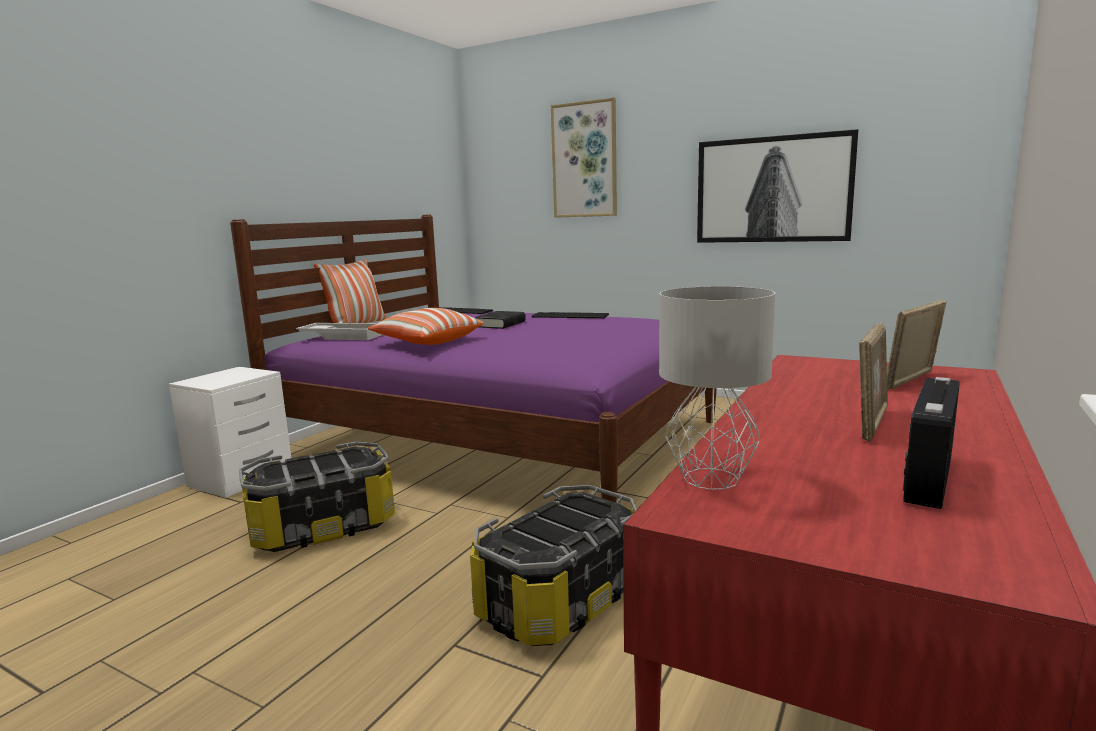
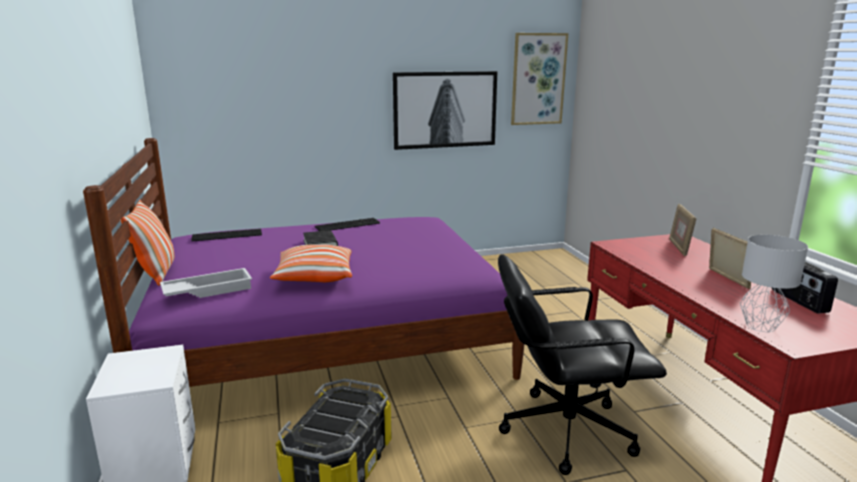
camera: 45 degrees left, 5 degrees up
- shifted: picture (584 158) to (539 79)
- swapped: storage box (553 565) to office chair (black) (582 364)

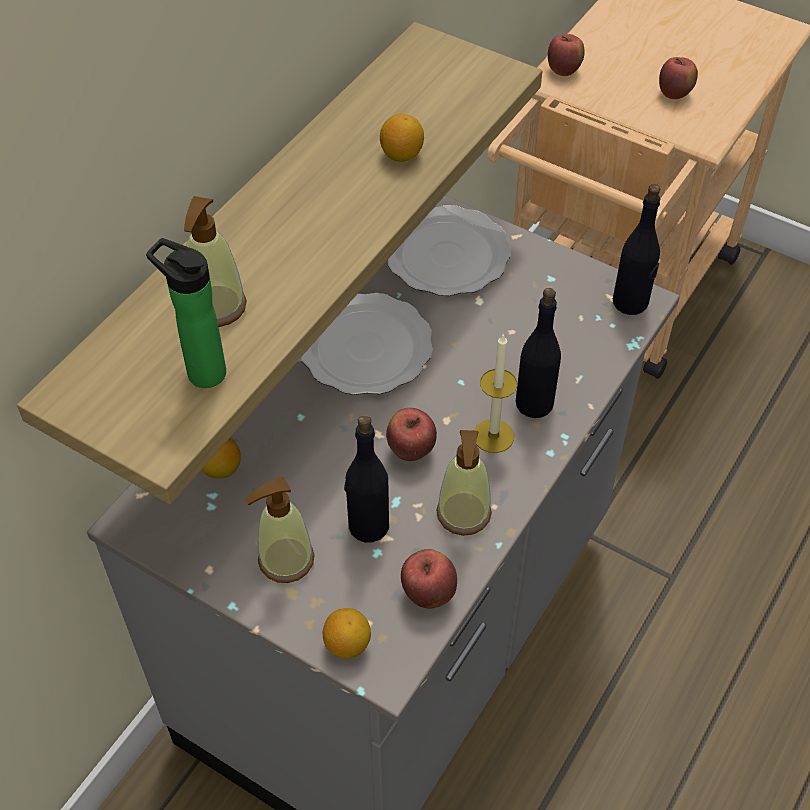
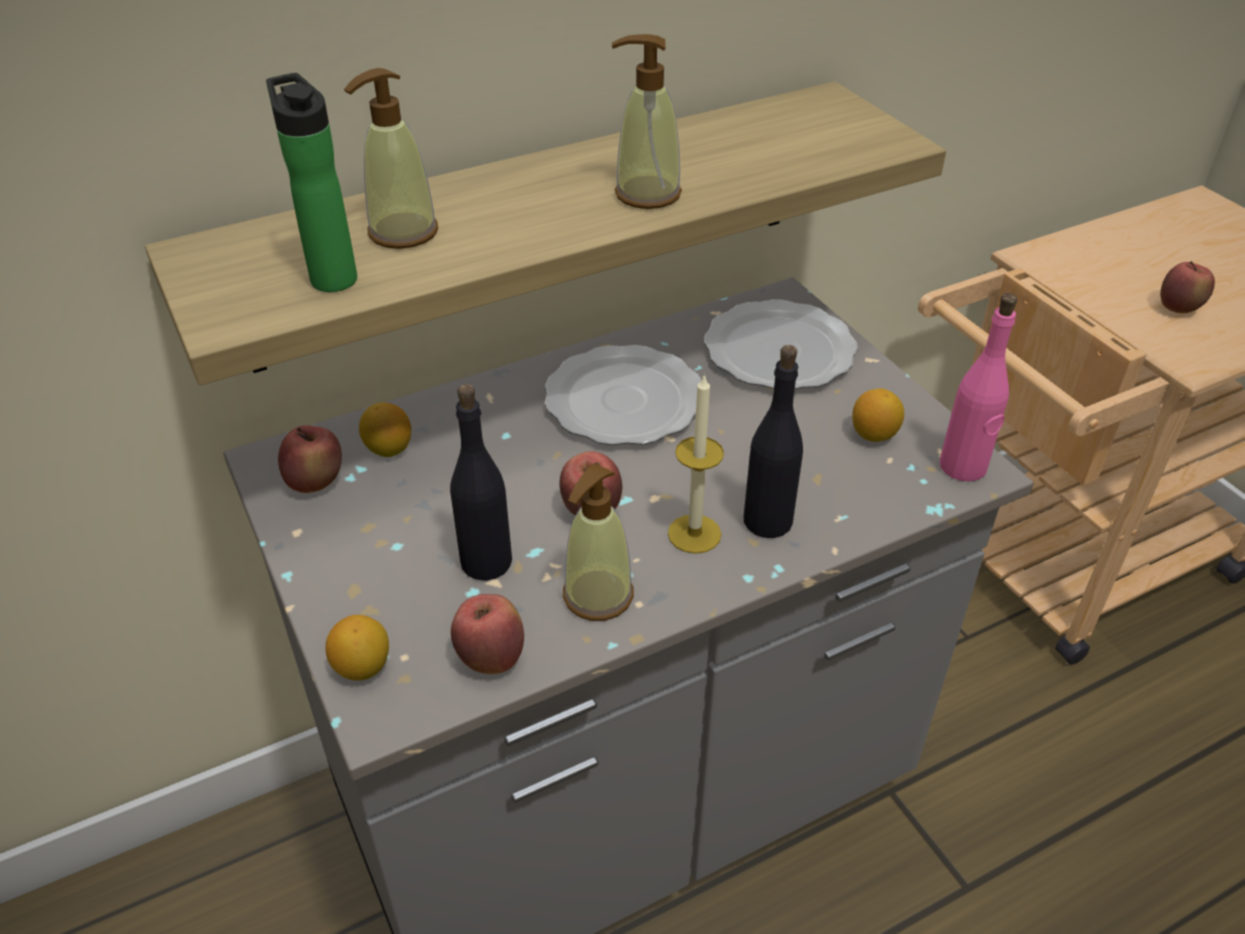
camera: 30 degrees right, 10 degrees down
- shifted: soap dispenser (280 530) to (647 121)
- shifted: lemon (402 138) to (878 415)
- shifted: apple (566 55) to (310 459)
- repainted: bottle (black) (636 249) to bottle (pink) (979 387)

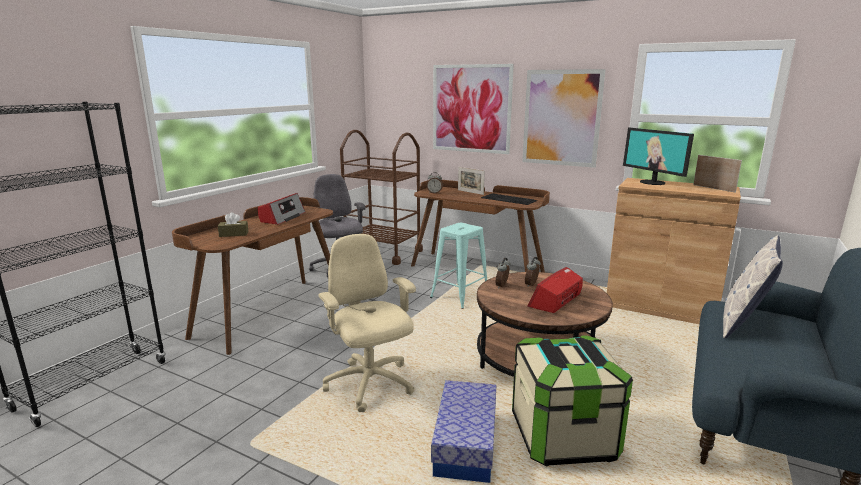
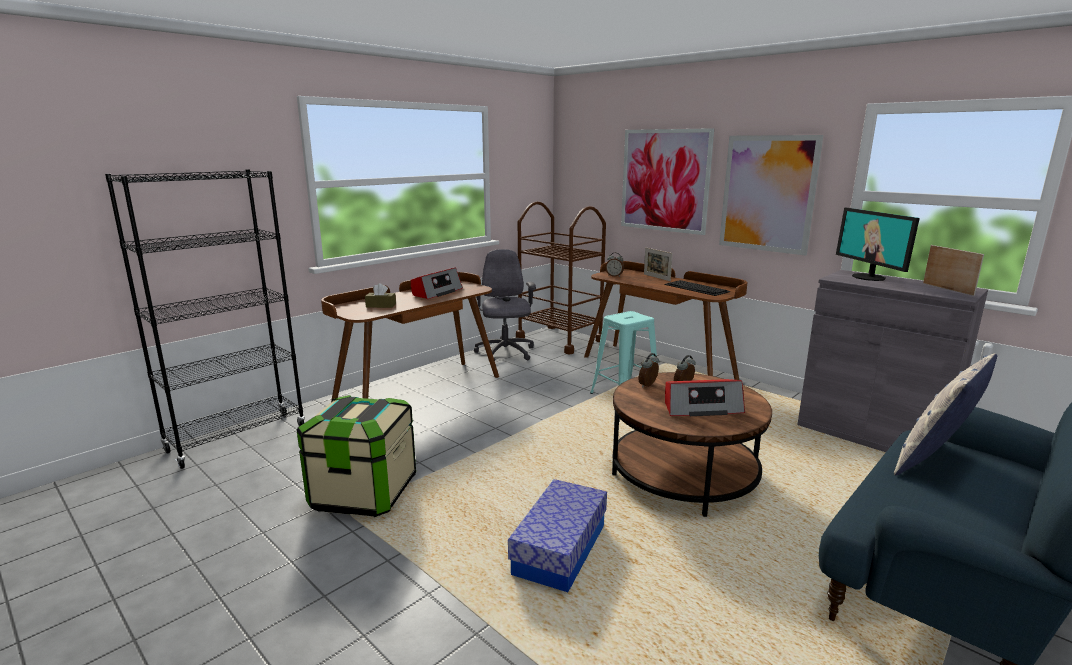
camera: 15 degrees right, 0 degrees up
- gone: office chair (beige) (367 323)
- shifted: storage box (572 401) to (356 456)
- repainted: cabinet (brown) (674 251) to cabinet (grey) (892 361)
- rotated: radio (555 290) = (705 397) 150 degrees counterclockwise

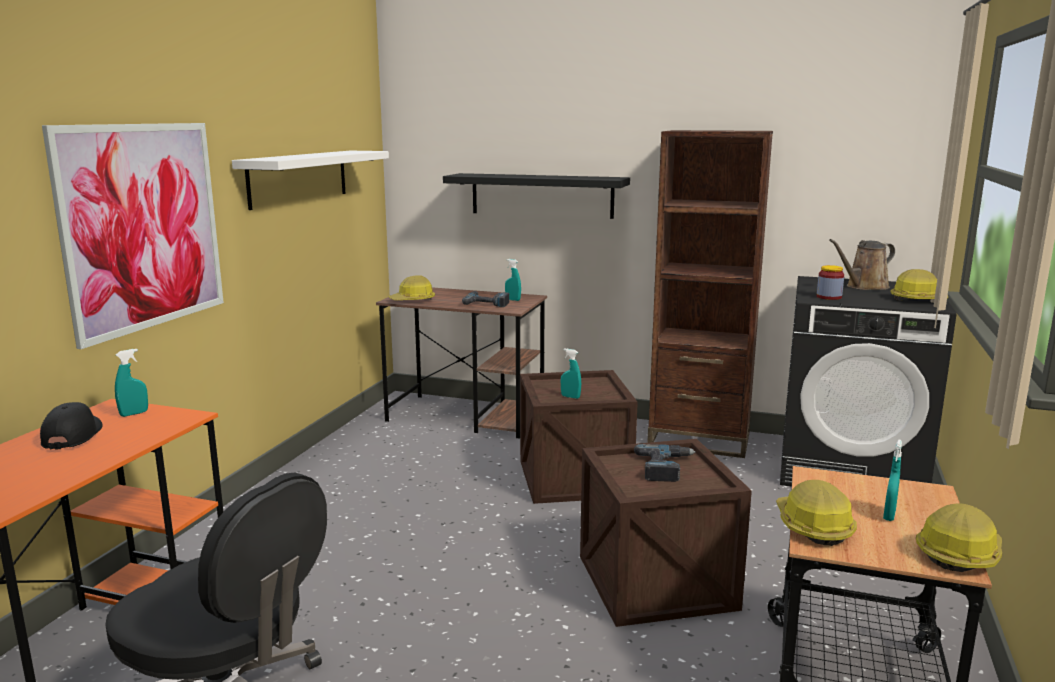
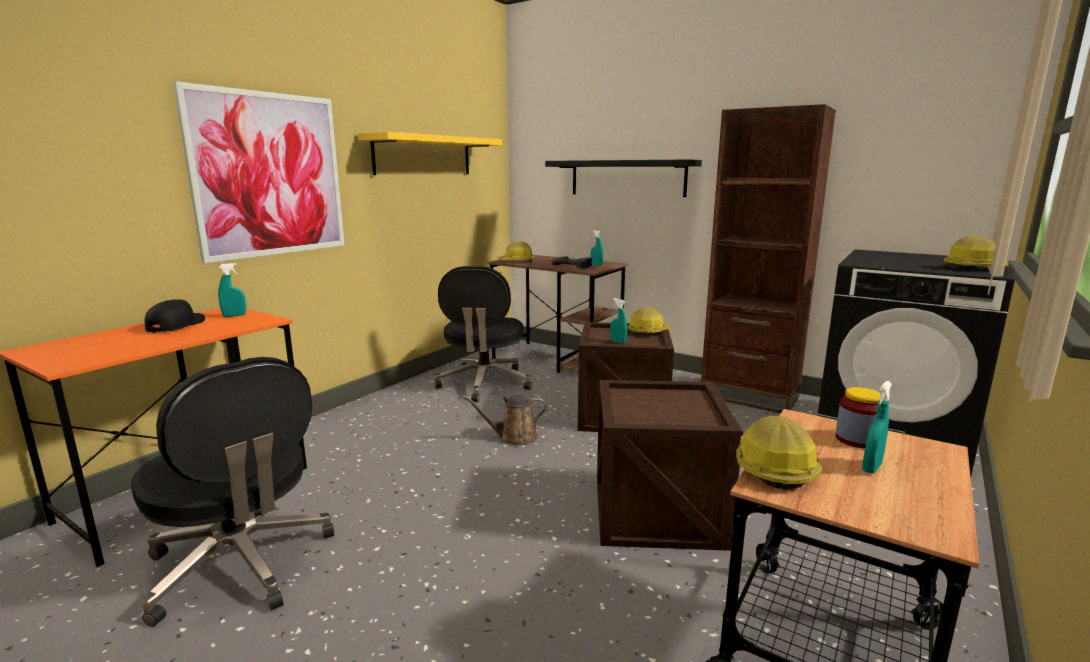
camera: 15 degrees right, 0 degrees up
- gone: power drill (665 463)
- new: office chair (black) (483 334)
- shifted: jar (830 282) to (858 417)
- shifted: watering can (brown) (862 264) to (504 420)
- shifted: hard hat (959 537) to (650 322)
- repainted: shelf (white) (310 180) to shelf (yellow) (430 153)

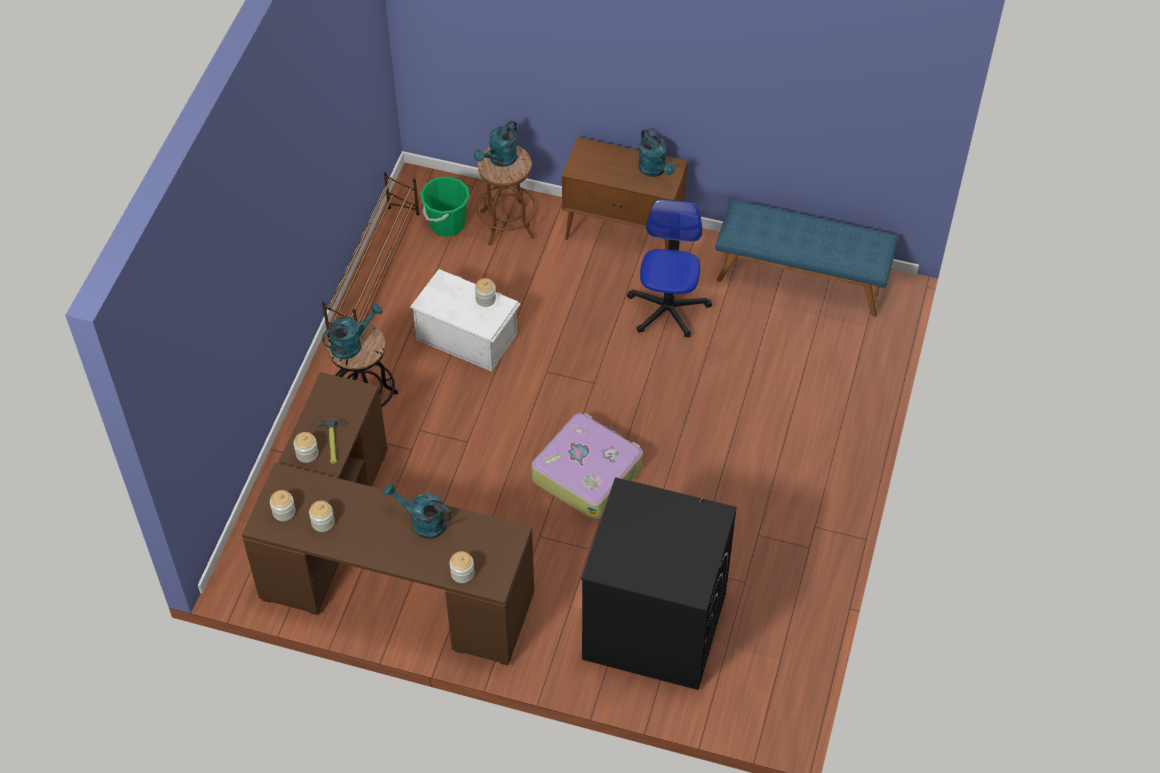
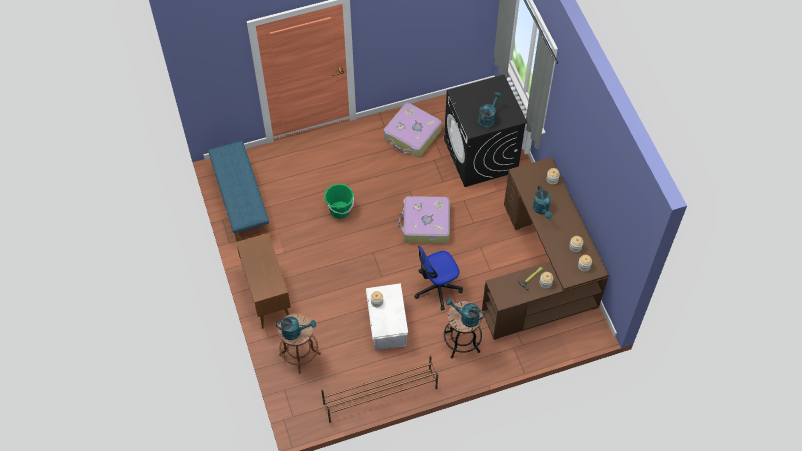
camera: 125 degrees left, 5 degrees up
- new: suitcase (413 130)
- shifted: bucket (green) (444 206) to (339 201)
- shifted: office chair (669 268) to (438 278)
- shifted: watering can (turquoise) (657 153) to (489 110)

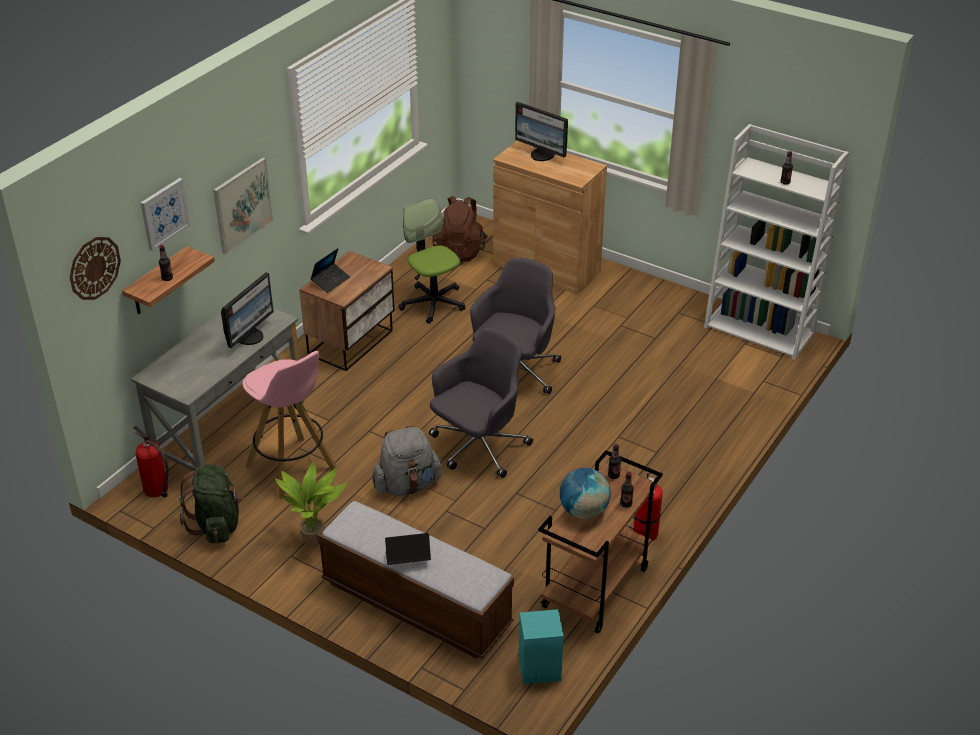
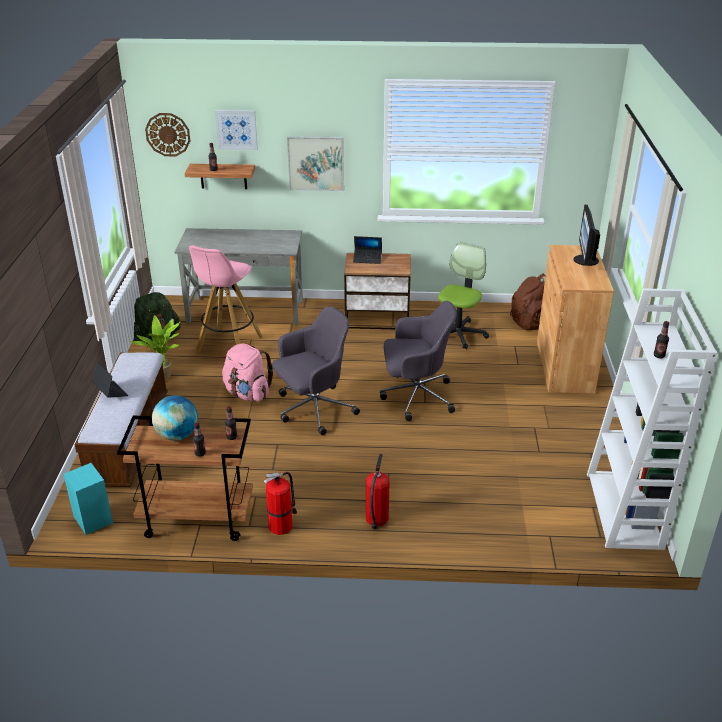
camera: 60 degrees right, 5 degrees down
- gone: monitor (247 310)
- shifted: fire extinguisher (151 461) to (377 492)
- repainted: backpack (grey) (407 460) to backpack (pink) (247 372)
- rotated: office chair (grey) (481 403) = (316 370) 45 degrees counterclockwise

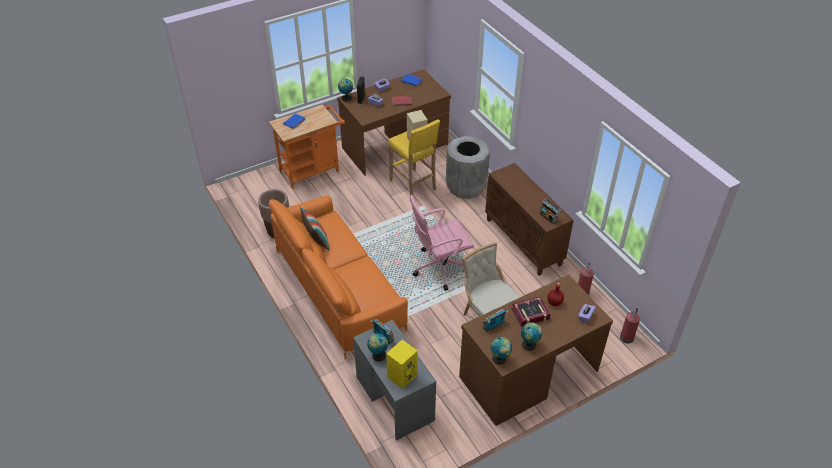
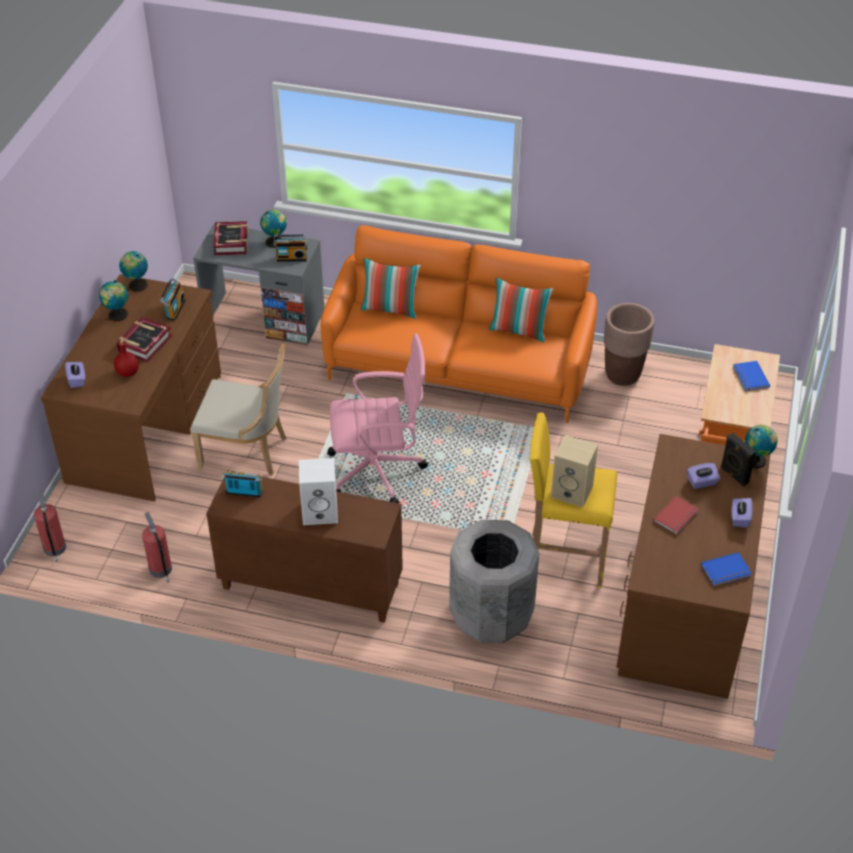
camera: 135 degrees right, 0 degrees up
- new: speaker (white) (318 491)
- new: pillow (391 288)
- swapped: speaker (yellow) (402 364) to book (230 238)
- rotated: office chair (pink) (442 243) = (377 418) 60 degrees clockwise

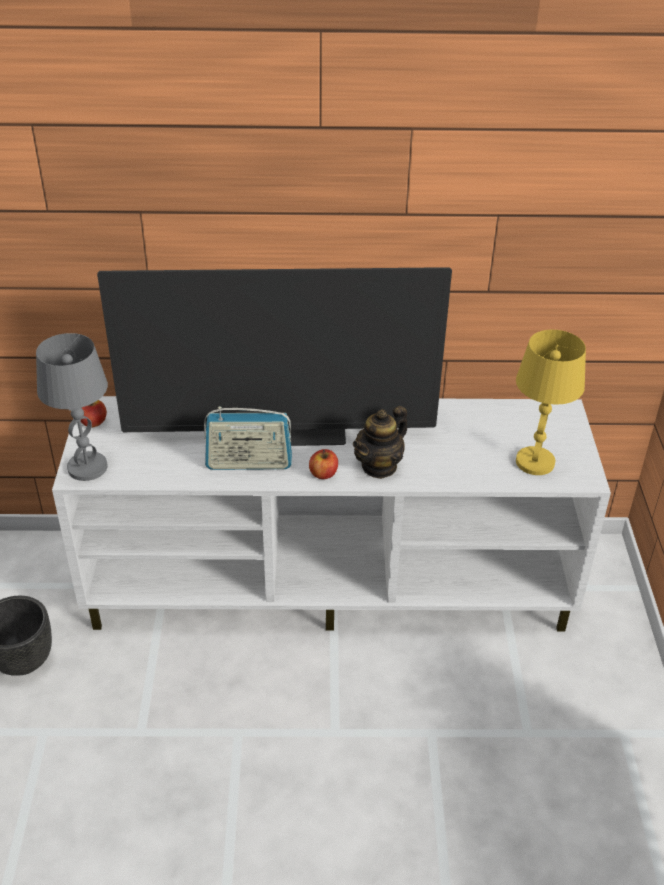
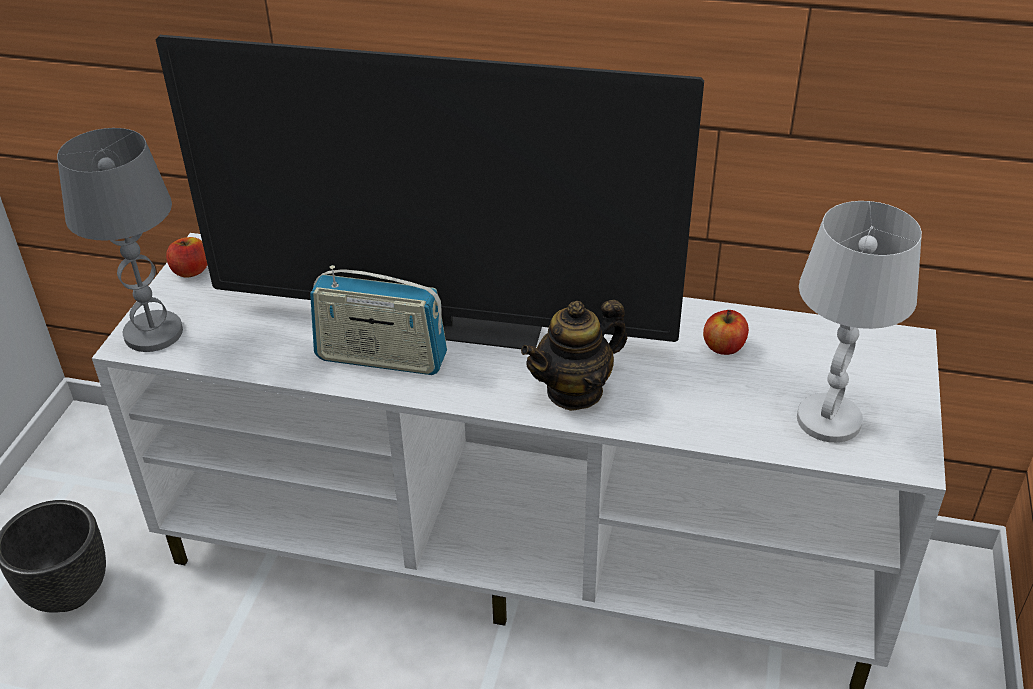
camera: 15 degrees right, 0 degrees up
- shifted: apple (323 464) to (726 332)
- repainted: table lamp (yellow) (551 402) to table lamp (white) (859 322)

